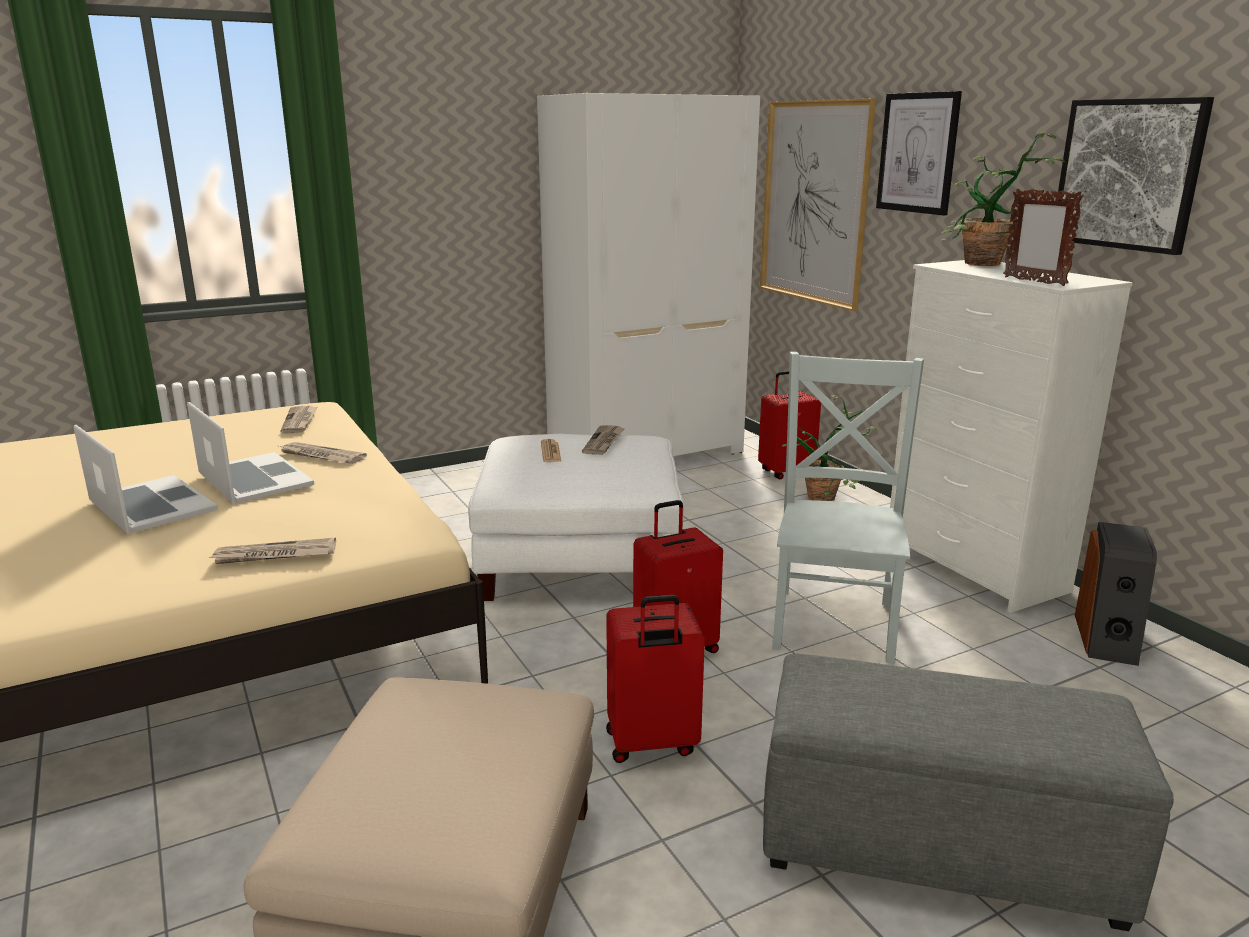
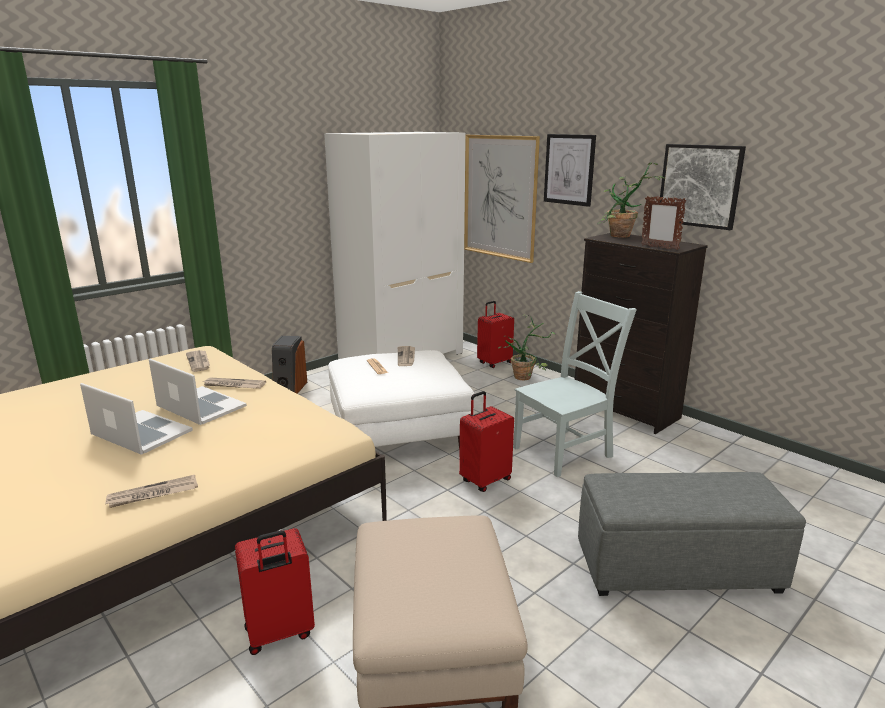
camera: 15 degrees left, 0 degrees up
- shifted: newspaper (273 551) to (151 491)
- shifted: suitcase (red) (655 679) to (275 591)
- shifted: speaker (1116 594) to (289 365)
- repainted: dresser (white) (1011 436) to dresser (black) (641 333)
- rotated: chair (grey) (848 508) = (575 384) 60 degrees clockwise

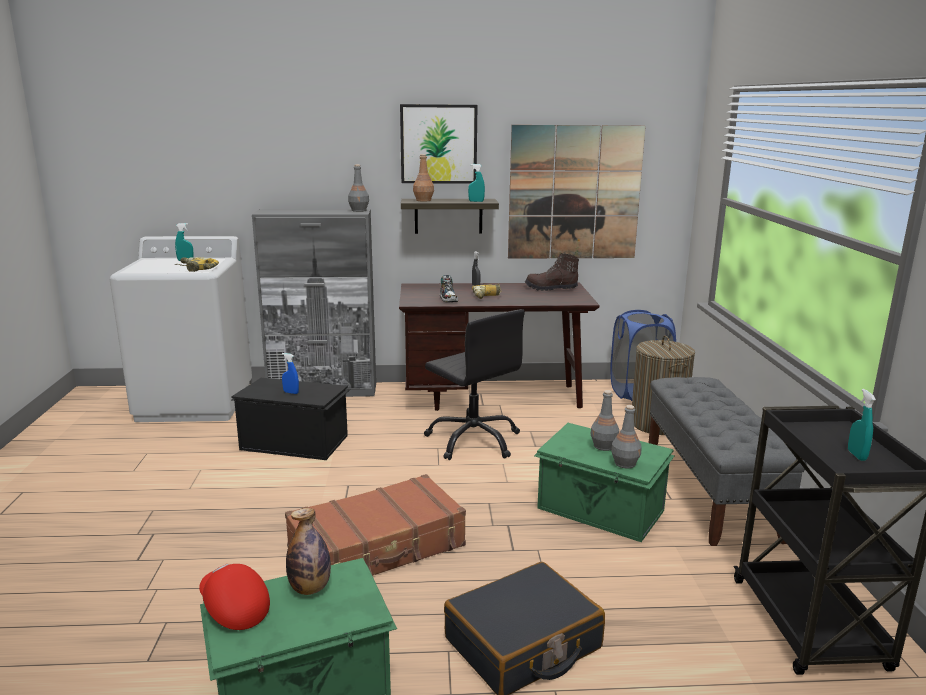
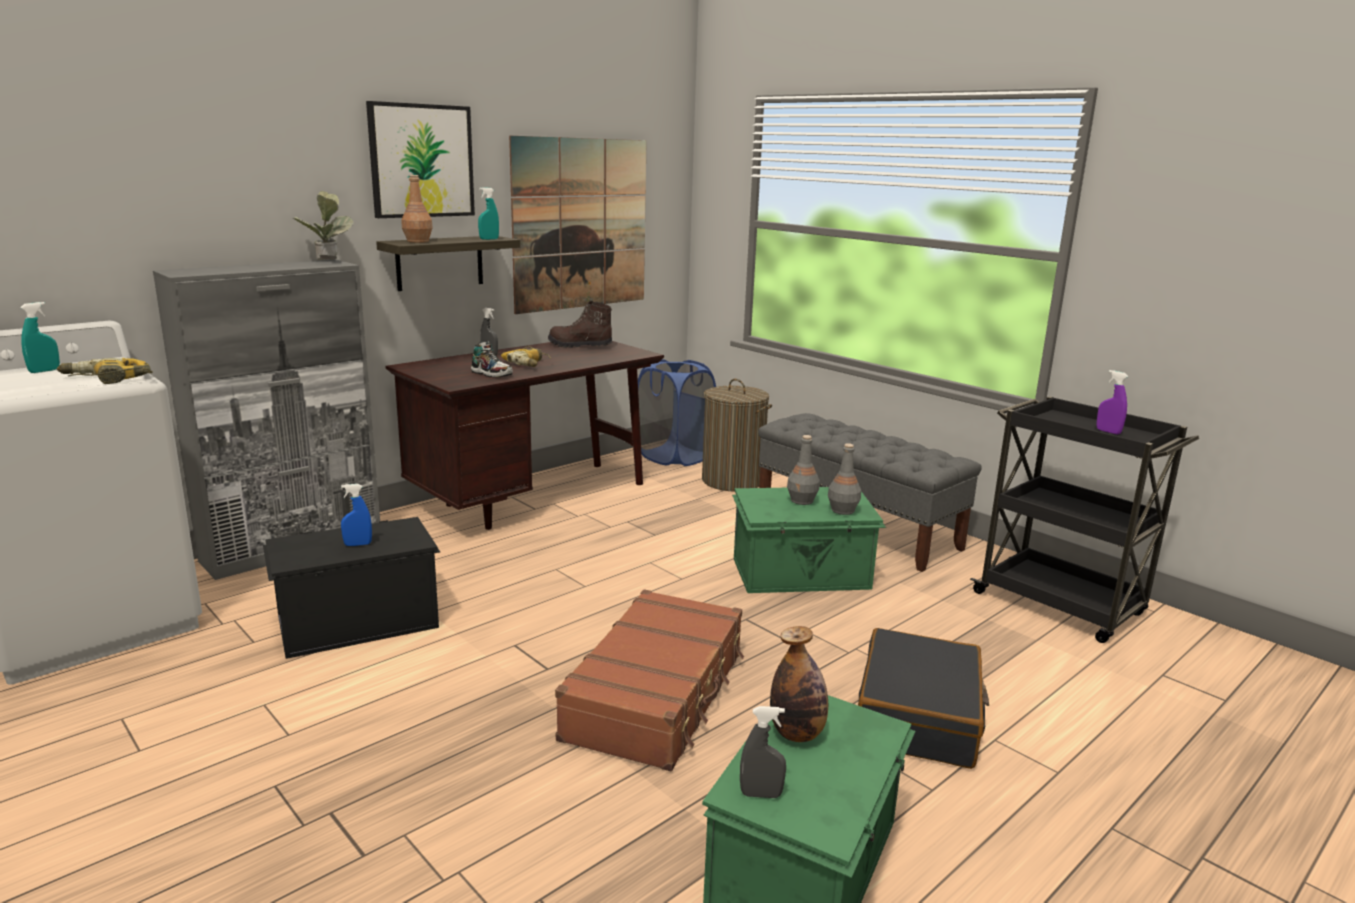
camera: 40 degrees left, 0 degrees up
- gone: office chair (black) (474 384)
- swapped: cap (red) (234 597) to spray bottle (grey) (763 752)
- swapped: bottle (grey) (358 188) to potted plant (323 226)
- repainted: spray bottle (turquoise) (862 425) to spray bottle (purple) (1112 402)
- rotated: boot (brown) (552 272) = (580 324) 45 degrees clockwise

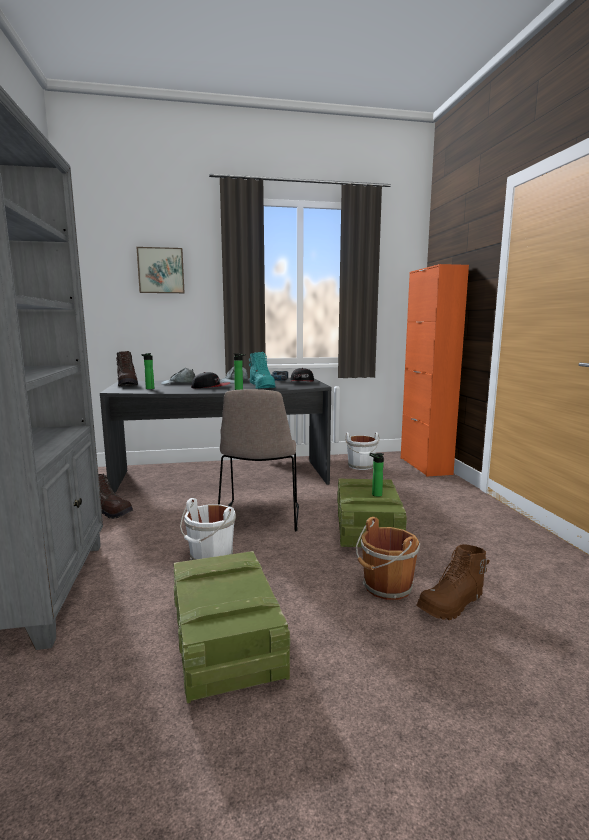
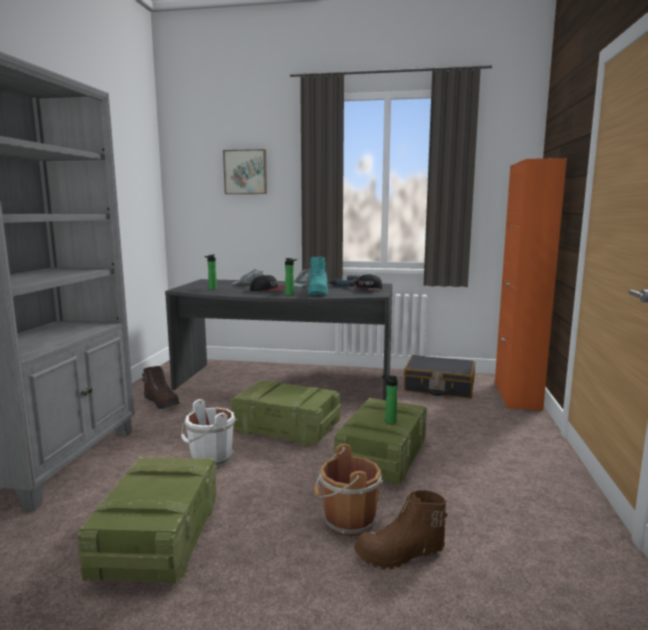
camera: 20 degrees right, 0 degrees up
- gone: boot (brown) (127 368)
- swapped: chair (beige) (258 460) to crate (286 413)
- swapped: bucket (white) (362 451) to suitcase (black) (439 377)

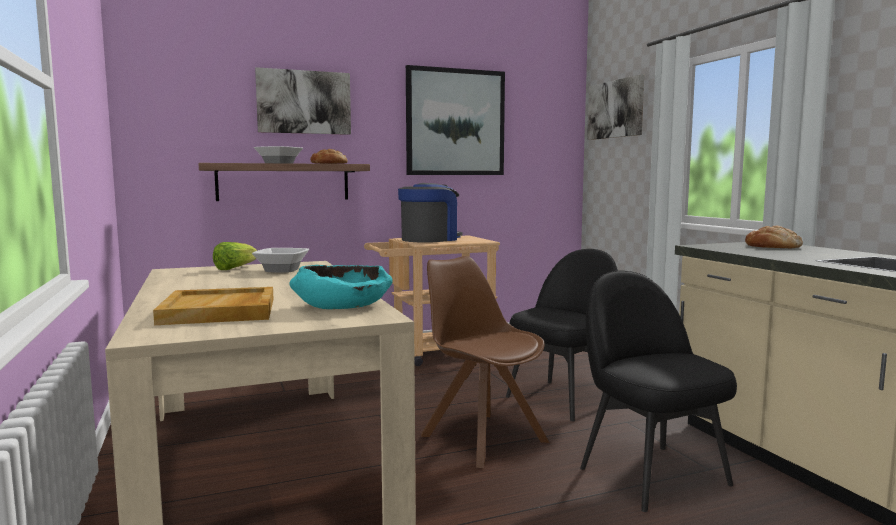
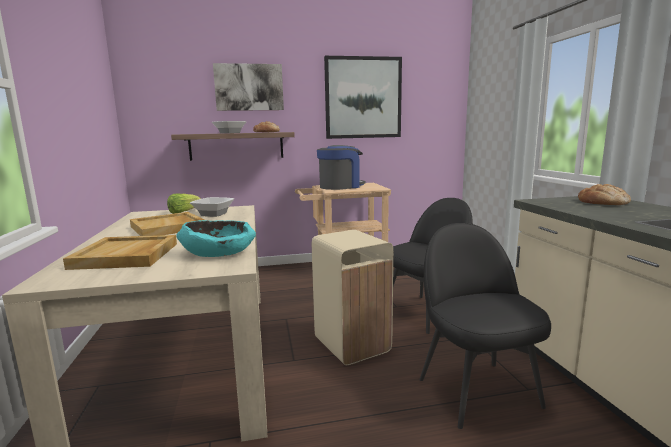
camera: 10 degrees right, 5 degrees up
- gone: picture (615 107)
- new: tray (beige) (167 224)
- swapped: chair (brown) (485 362) to trash can (beige) (352 297)

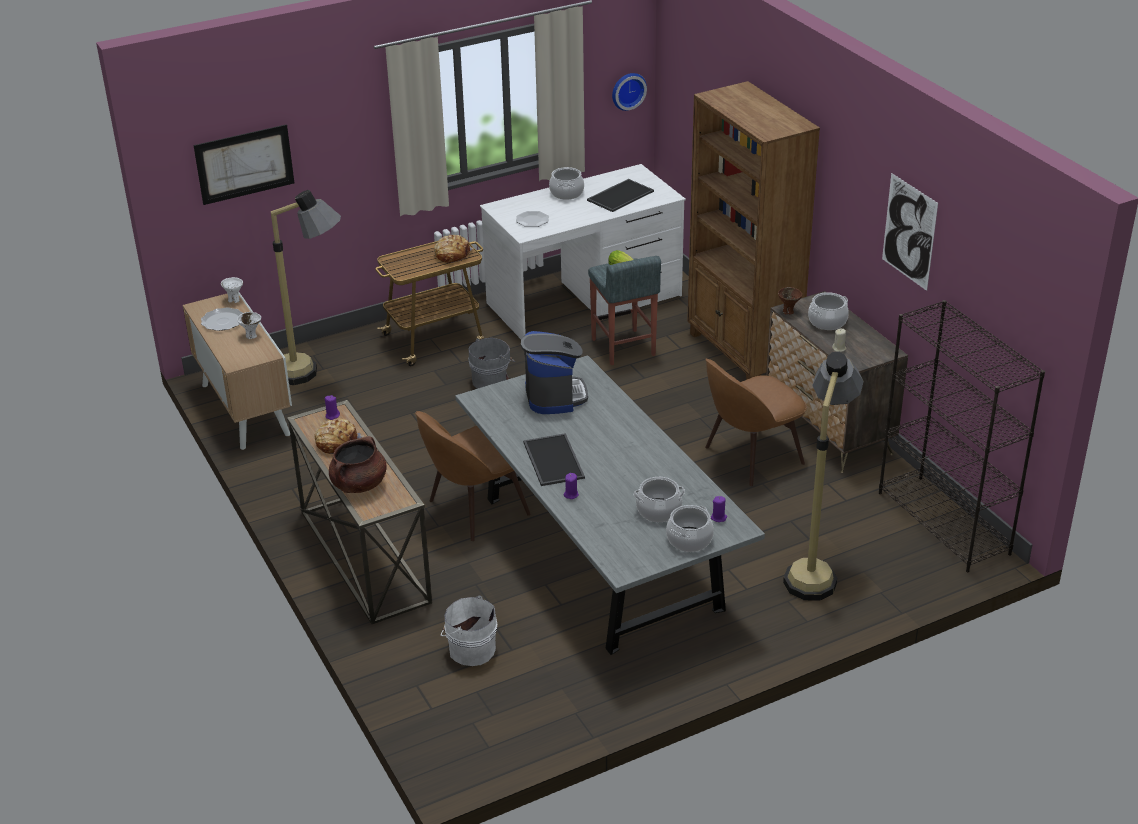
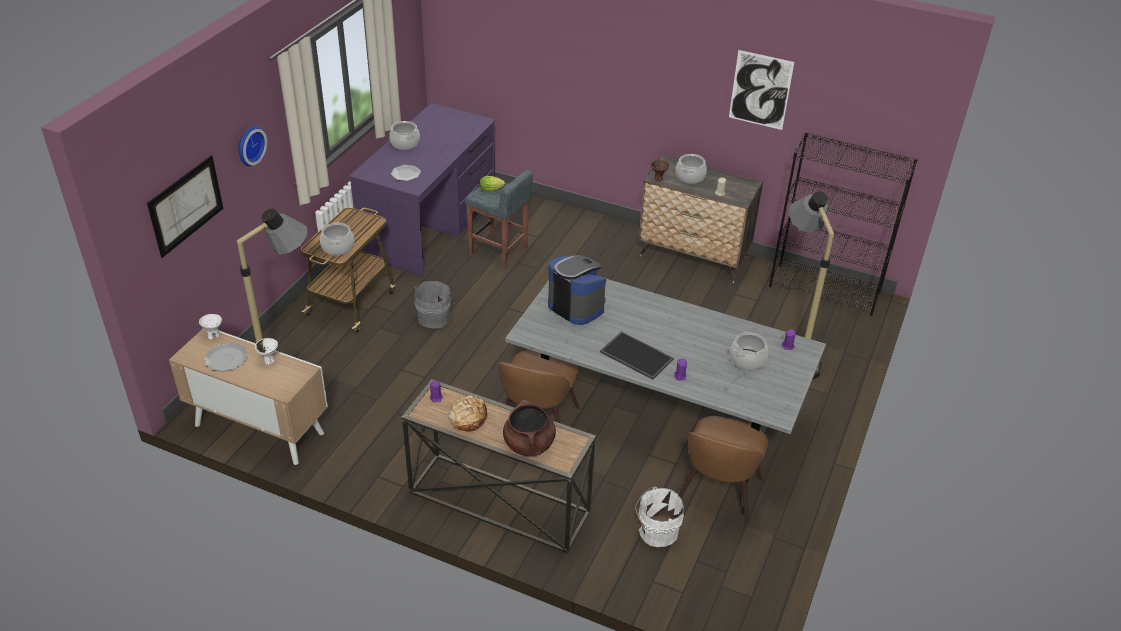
camera: 40 degrees left, 5 degrees up
- gone: bread (454 249)
- gone: tray (620 195)
- gone: bookcase (brown) (753 230)
- shifted: wall clock (629 92) to (252 146)
- shifted: cooking pot (690 528) to (337 239)
- shifted: chair (brown) (756 422) to (723 470)
- repainted: desk (white) (583 252) to desk (purple) (422 190)

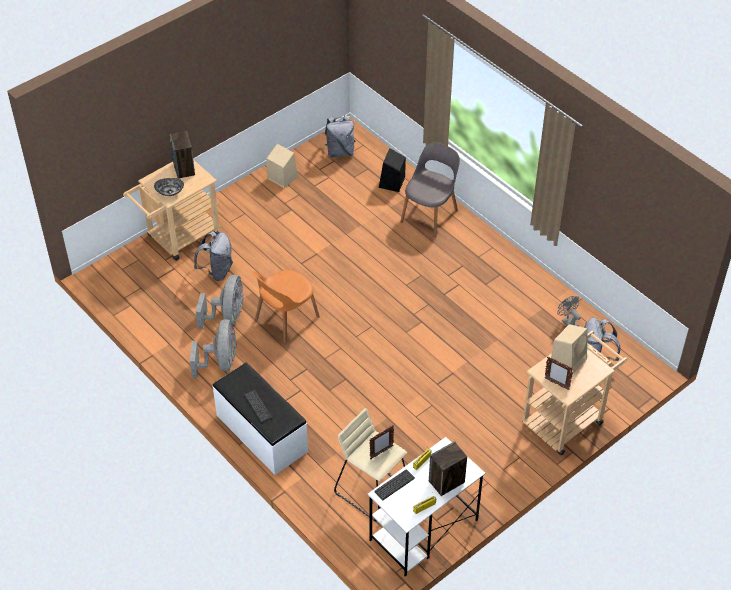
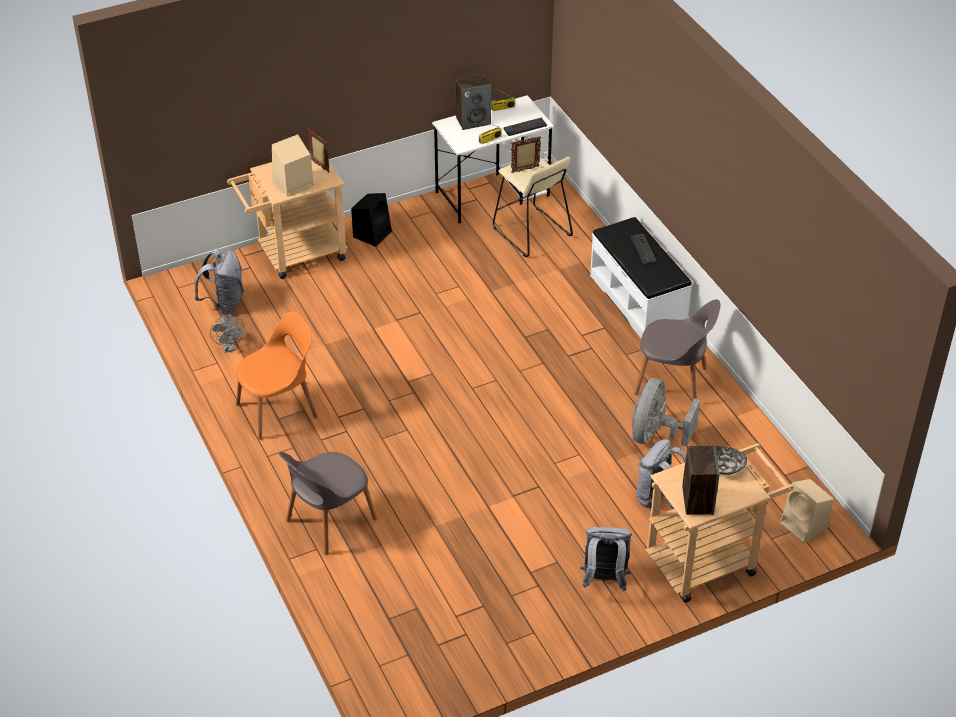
camera: 165 degrees left, 5 degrees down
- shifted: chair (orange) (286 306) to (277 375)
- shifted: speaker (beige) (282 166) to (807 511)
- shifted: backpack (grey) (340 136) to (605 559)
- shifted: speaker (black) (392 170) to (371 220)
- swapped: fan (grey) (213 348) to chair (grey) (677 349)

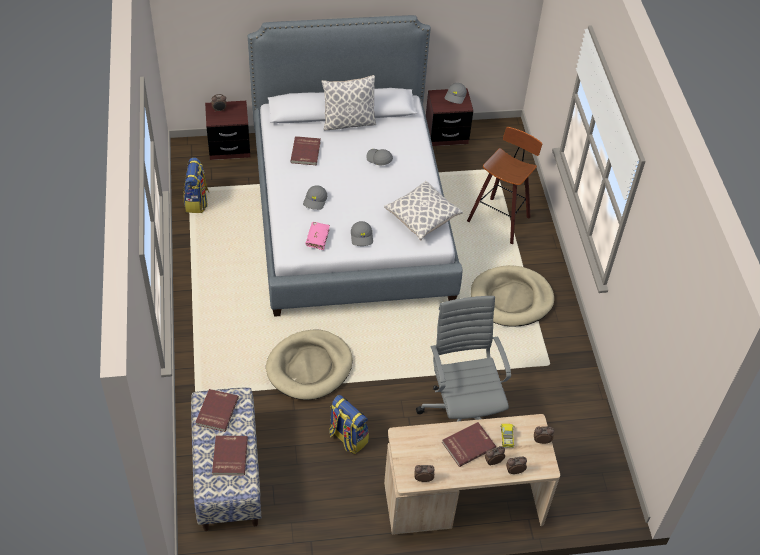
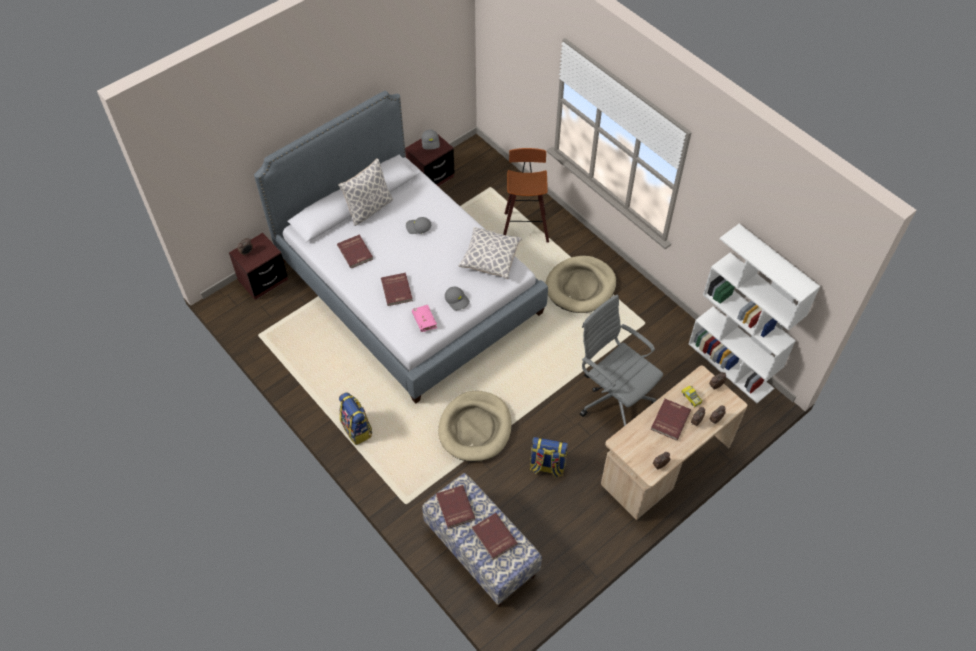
camera: 30 degrees left, 5 degrees up
- new: bookcase (white) (754 313)
- shifted: backpack (196 185) to (355 418)
- swapped: cap (grey) (315 197) to book (red) (397 289)

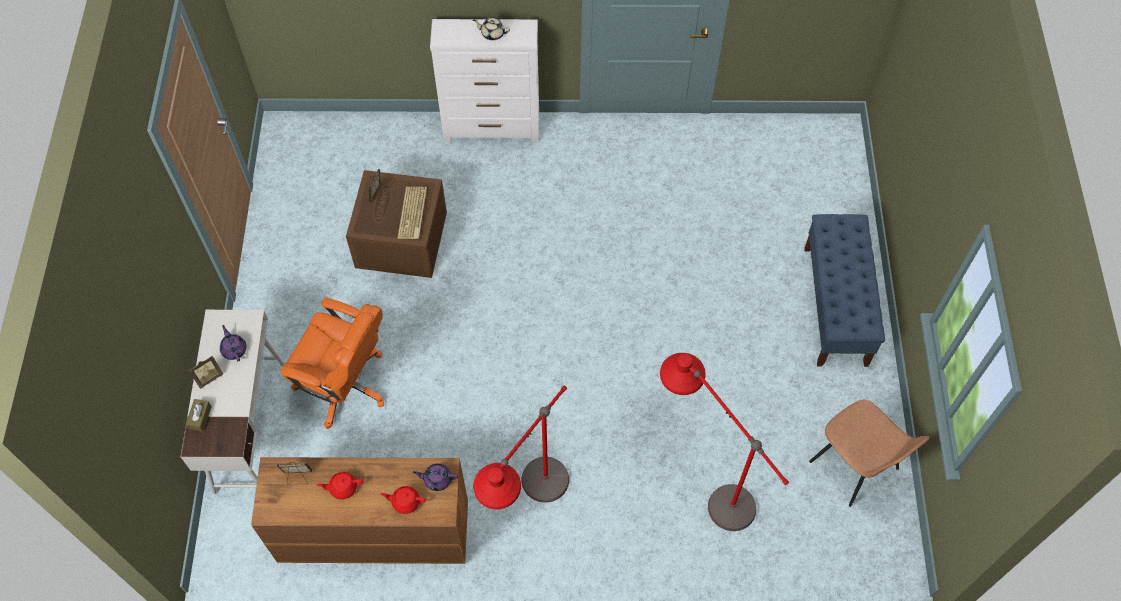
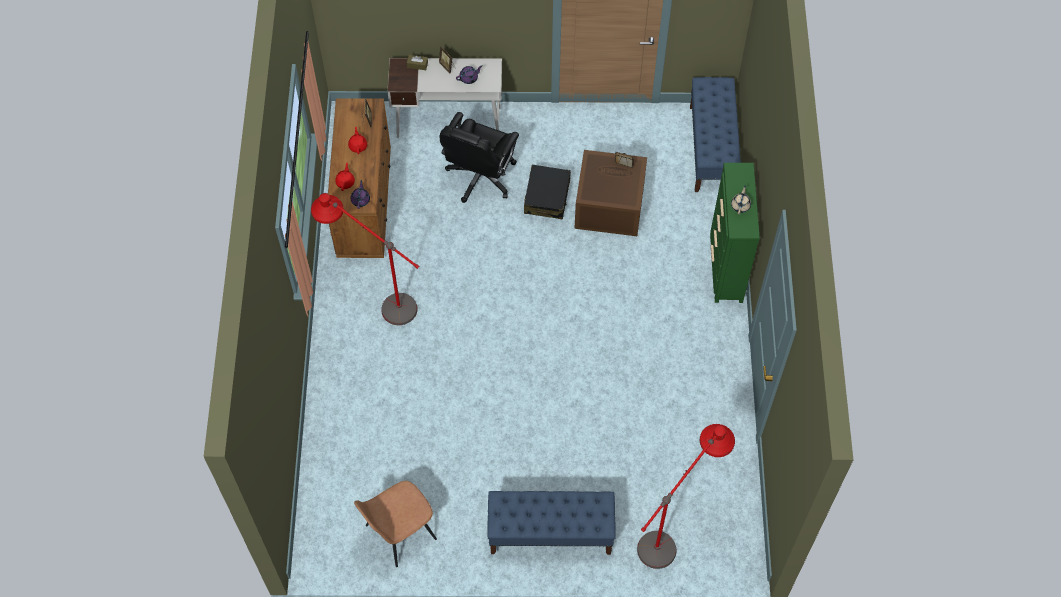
camera: 90 degrees right, 0 degrees up
- gone: keyboard (412 213)
- new: suitcase (black) (547 192)
- new: bench (blue) (715 134)
- shifted: floor lamp (red) (724 442) to (686 496)
- repainted: office chair (orange) (332 363) to office chair (black) (479 157)
- repainted: dresser (white) (484 80) to dresser (green) (735 233)

